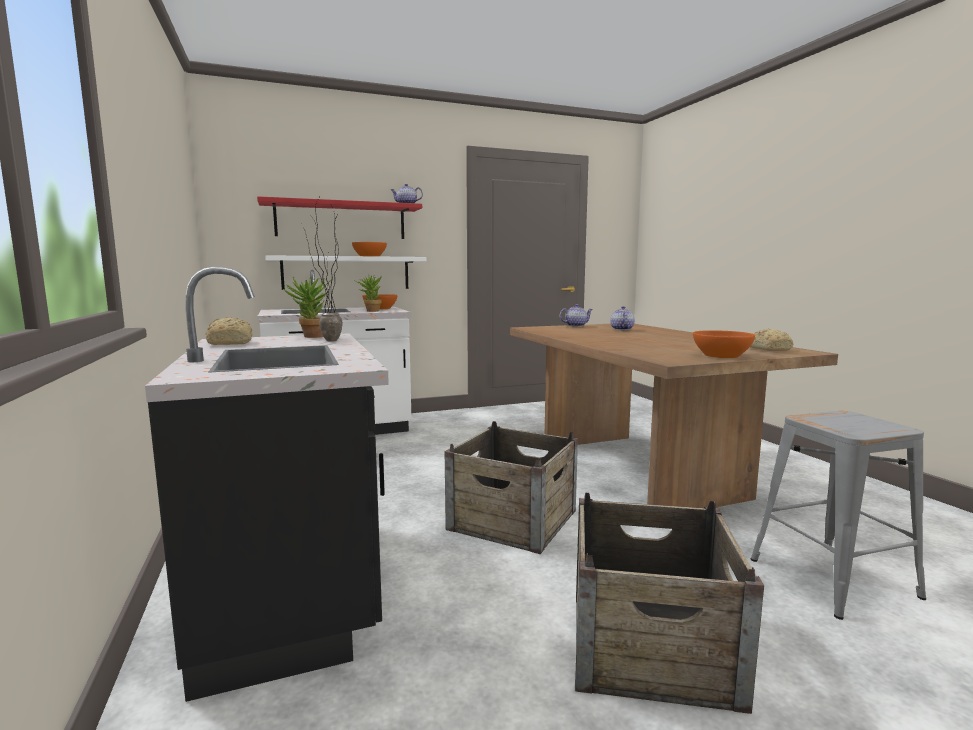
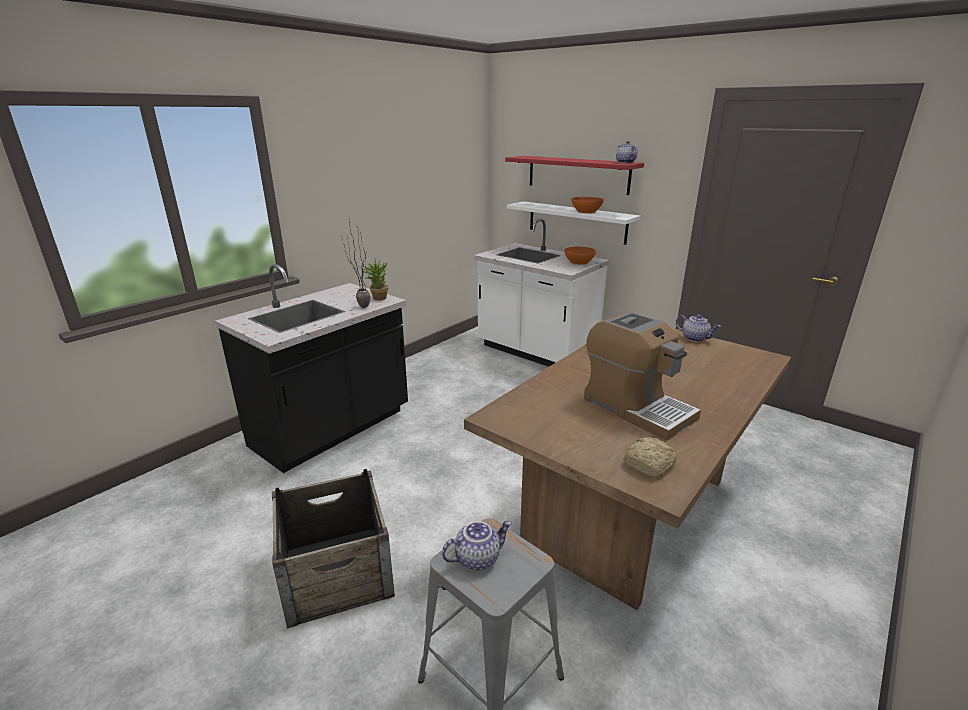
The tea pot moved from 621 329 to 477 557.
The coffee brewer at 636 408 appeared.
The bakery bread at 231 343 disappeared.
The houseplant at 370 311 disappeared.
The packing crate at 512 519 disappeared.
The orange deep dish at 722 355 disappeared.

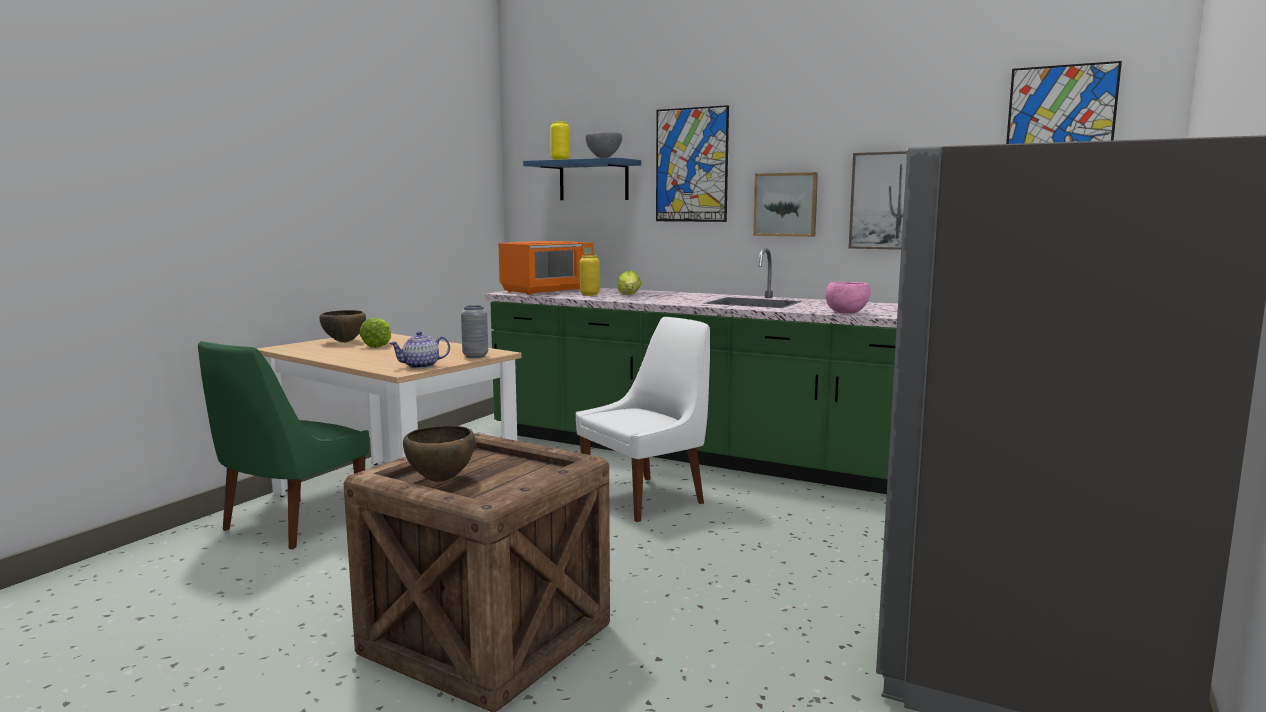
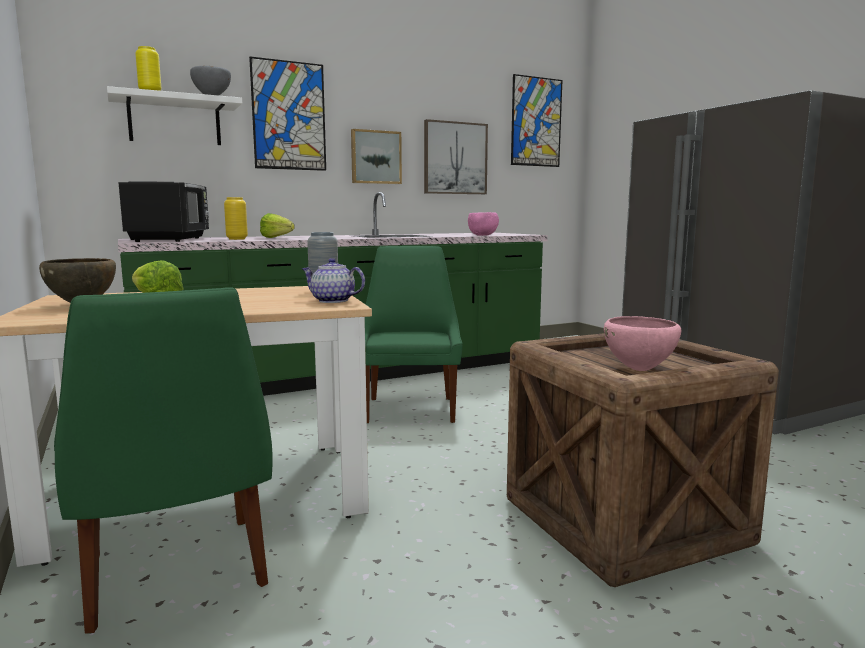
The blue-coloured wall shelf at 593 180 became the whitish wall shelf at 175 122.
The orange microwave oven at 548 291 became the black-coloured microwave oven at 171 240.
The tea pot at 420 366 turned 105 degrees clockwise.
The whitish chair at 647 498 became the green chair at 410 409.
The brownish deep dish at 441 480 became the pink deep dish at 639 370.

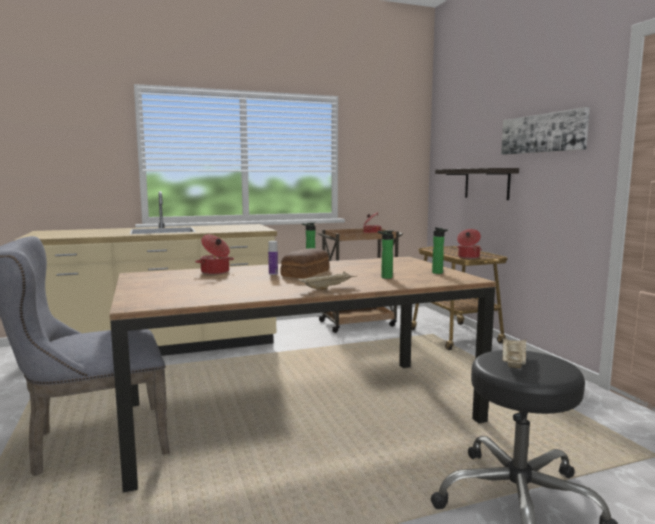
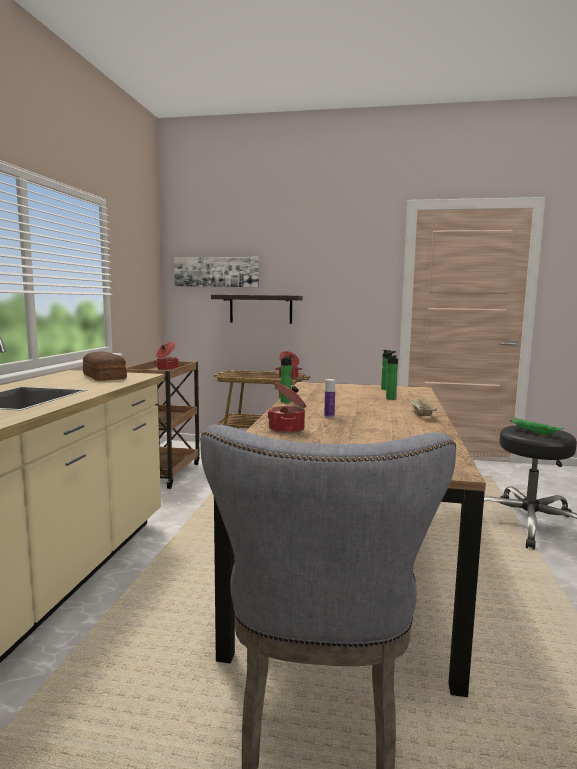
The bakery bread moved from 307 273 to 105 376.
The picture moved from 542 133 to 216 272.
The beige tray at 513 362 became the green tray at 533 433.

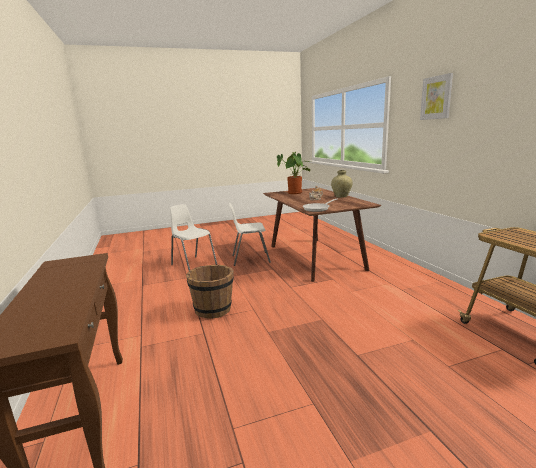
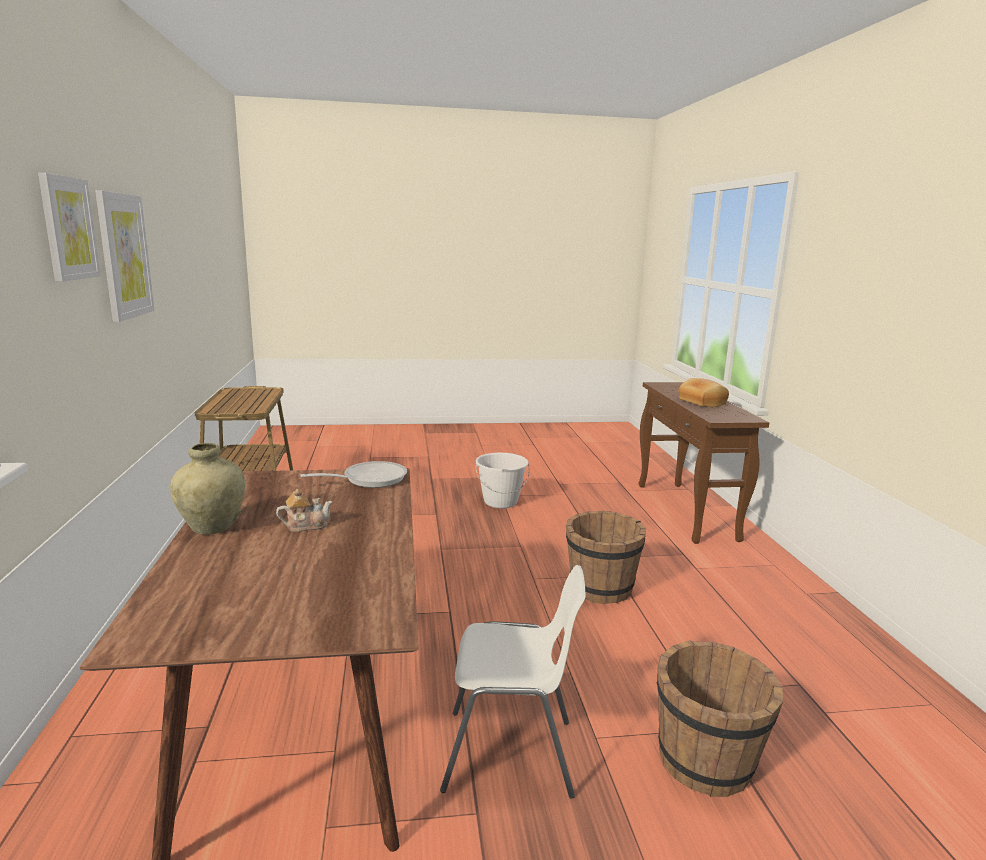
The picture at 124 256 appeared.
The whitish bucket at 500 502 appeared.
The whitish chair at 193 264 was replaced by the brownish bucket at 706 762.
The bakery bread at 701 402 appeared.
The houseplant at 295 193 disappeared.

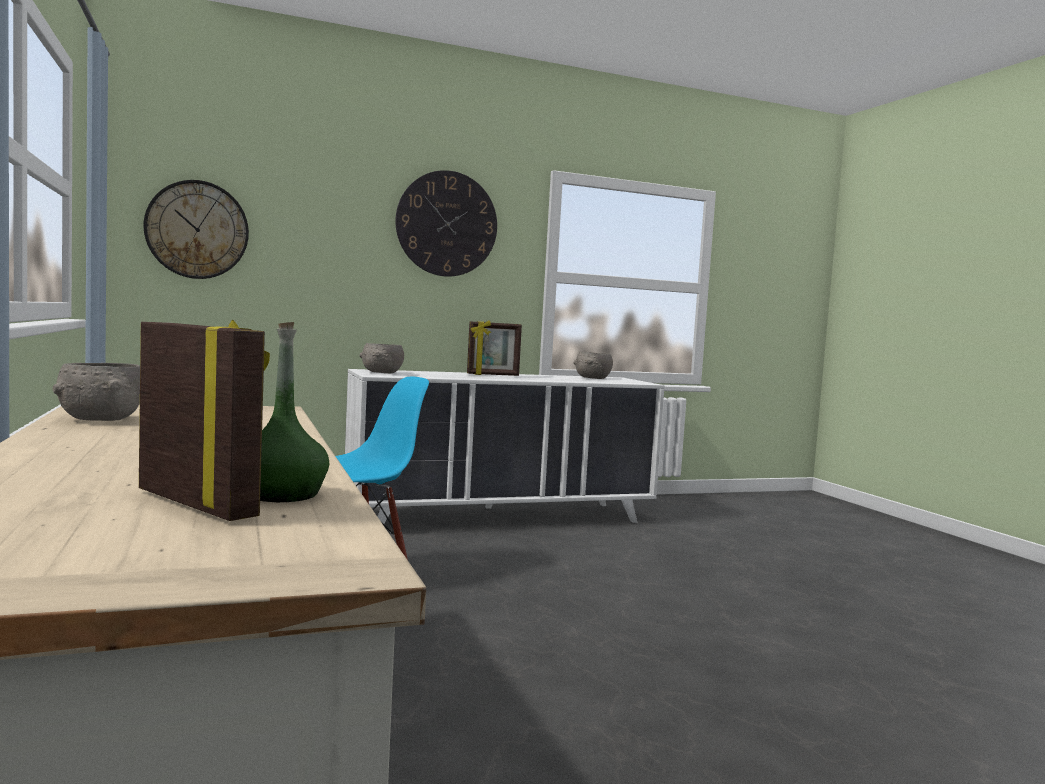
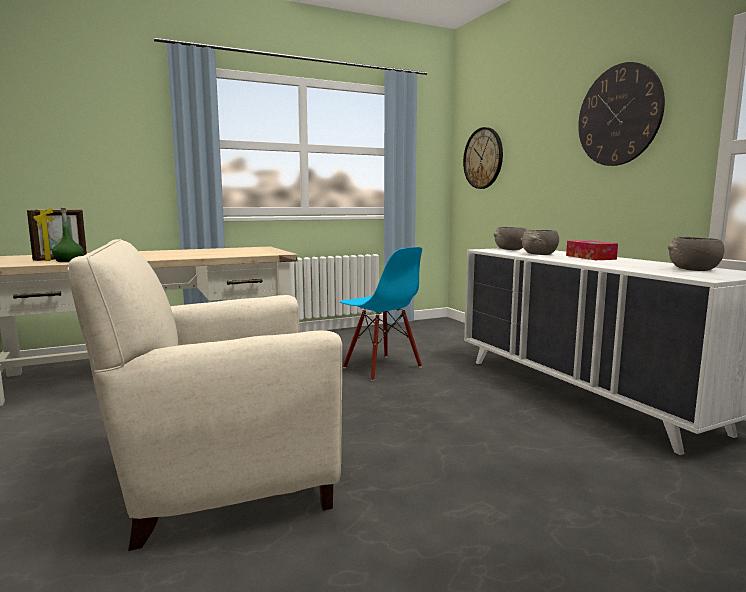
The beige lounge chair at 222 476 appeared.
The grey deep dish moved from 101 419 to 539 254.
The picture frame at 493 375 was replaced by the tissue holder at 590 257.

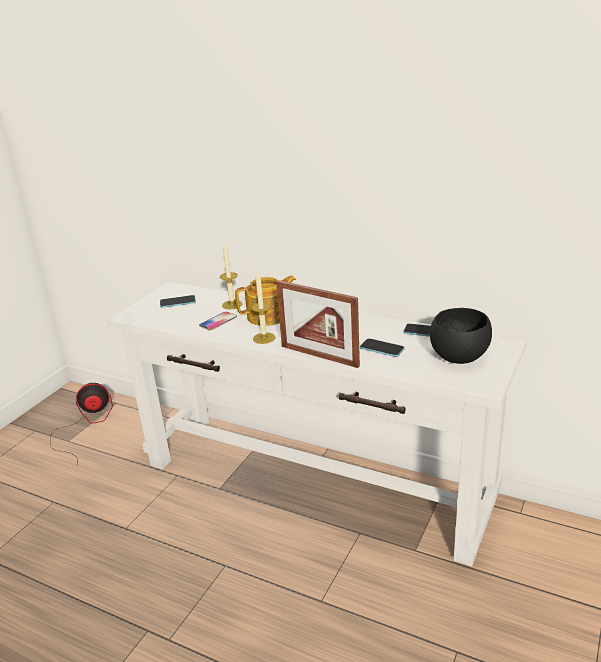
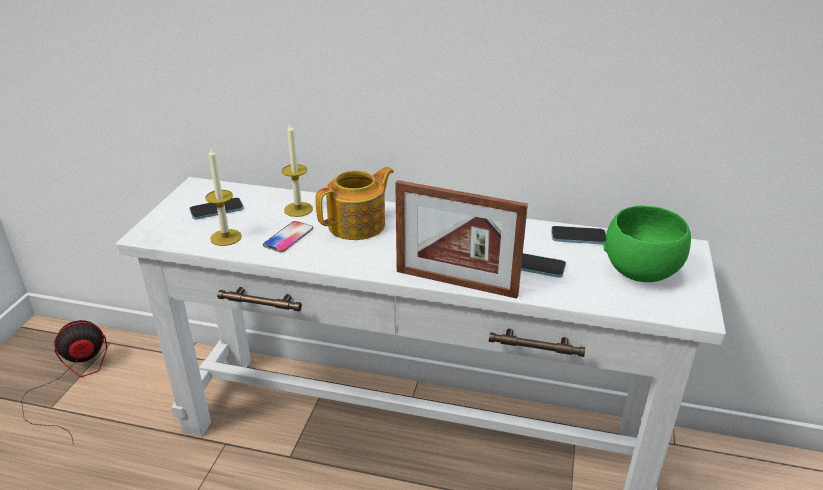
The wax candle moved from 264 338 to 226 237.
The black-coloured deep dish at 459 357 became the green deep dish at 641 272.

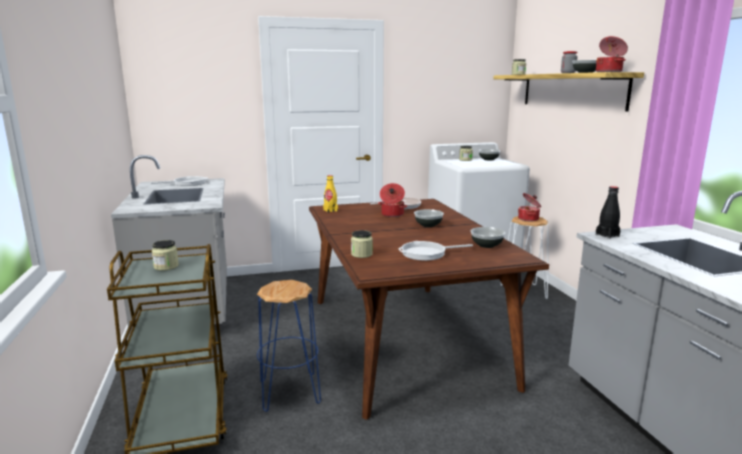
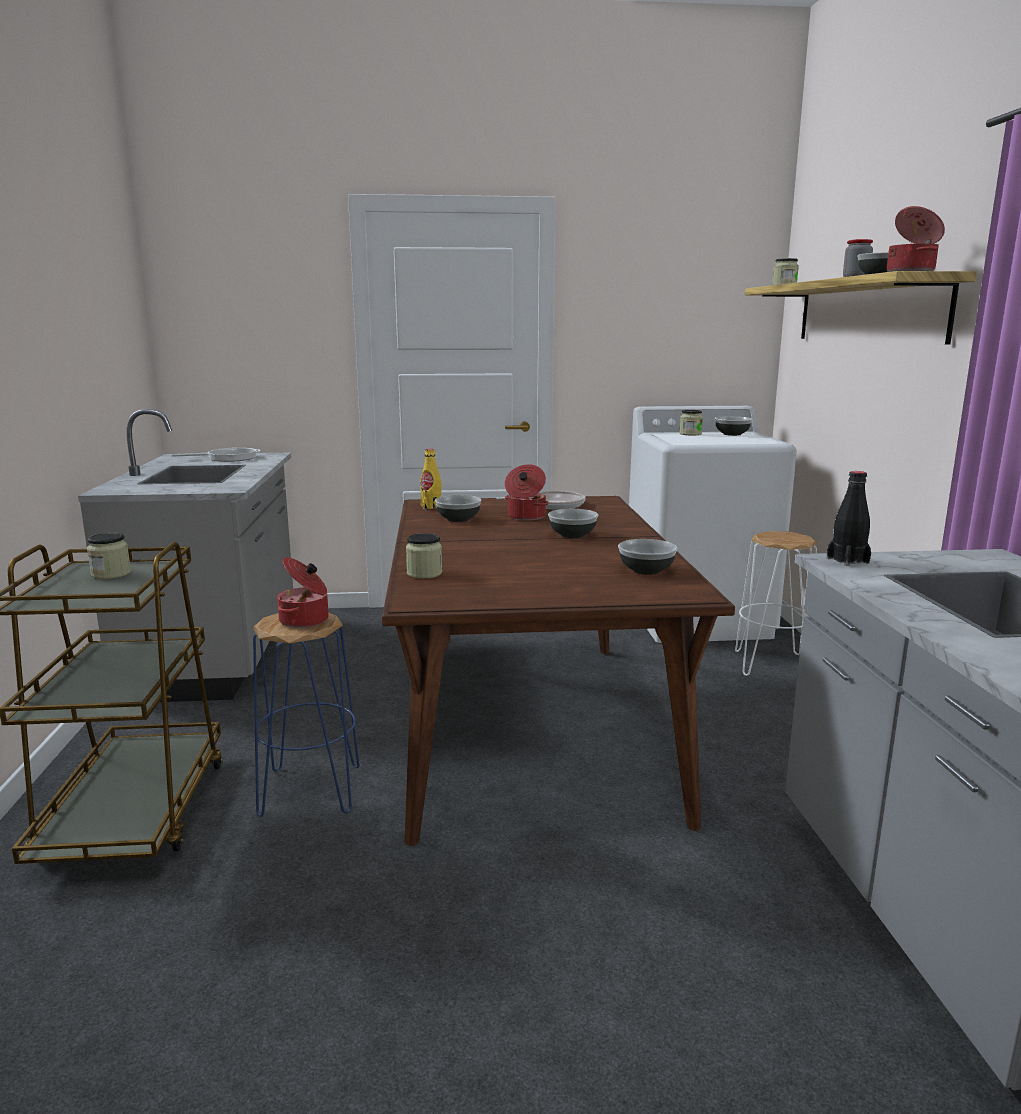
The cooking pot moved from 529 219 to 305 621.
The deep dish at 459 519 appeared.
The skillet at 427 253 disappeared.

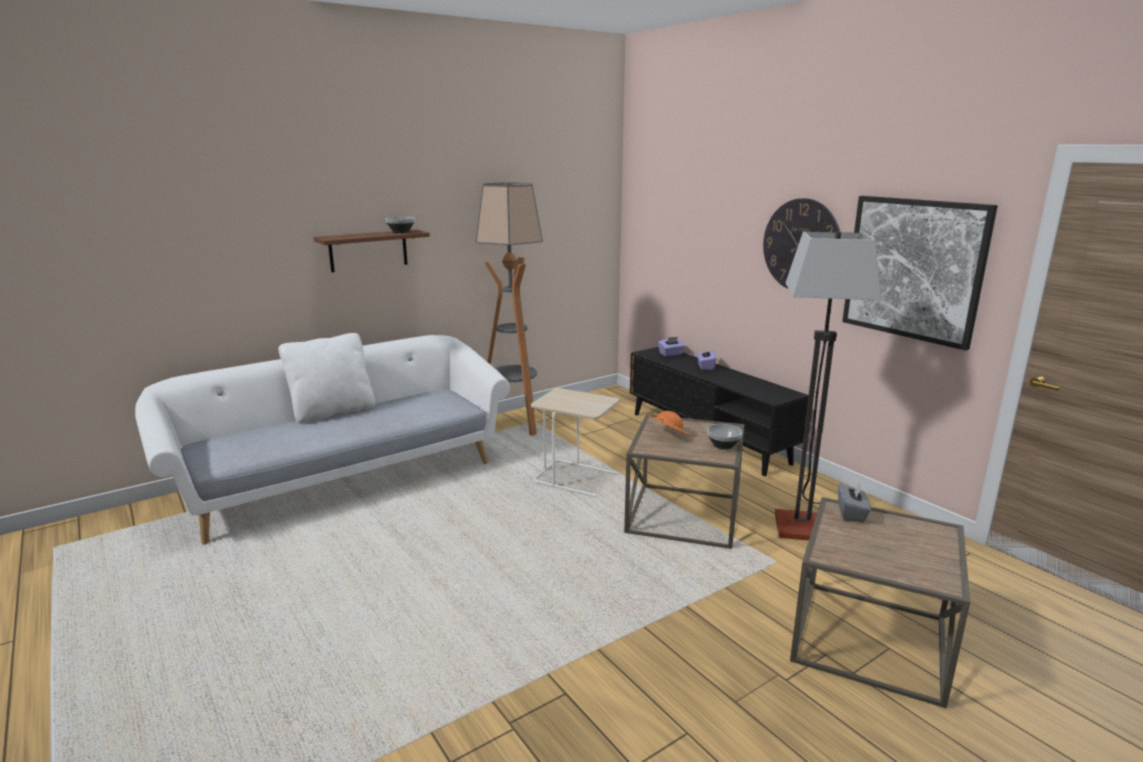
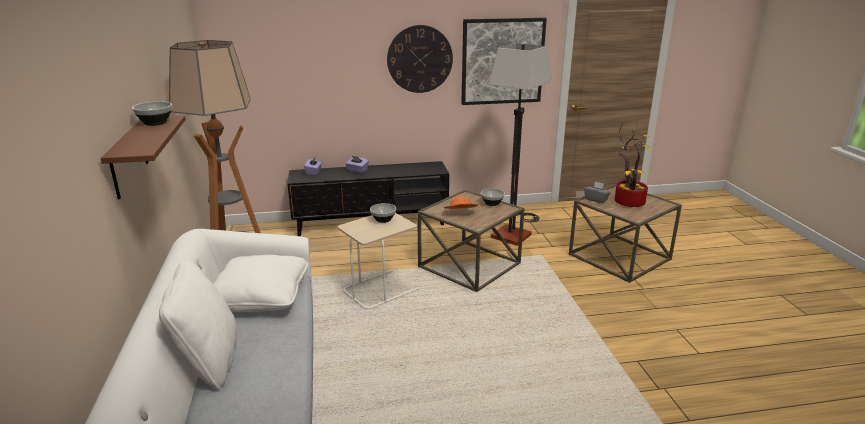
The whitish pillow at 261 297 appeared.
The deep dish at 383 219 appeared.
The houseplant at 626 202 appeared.

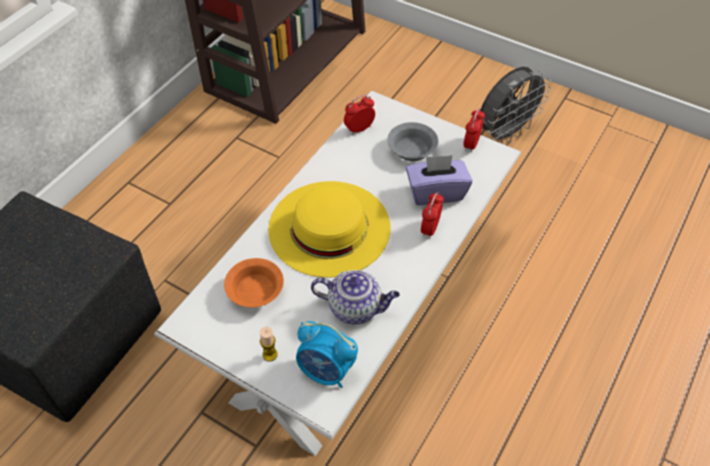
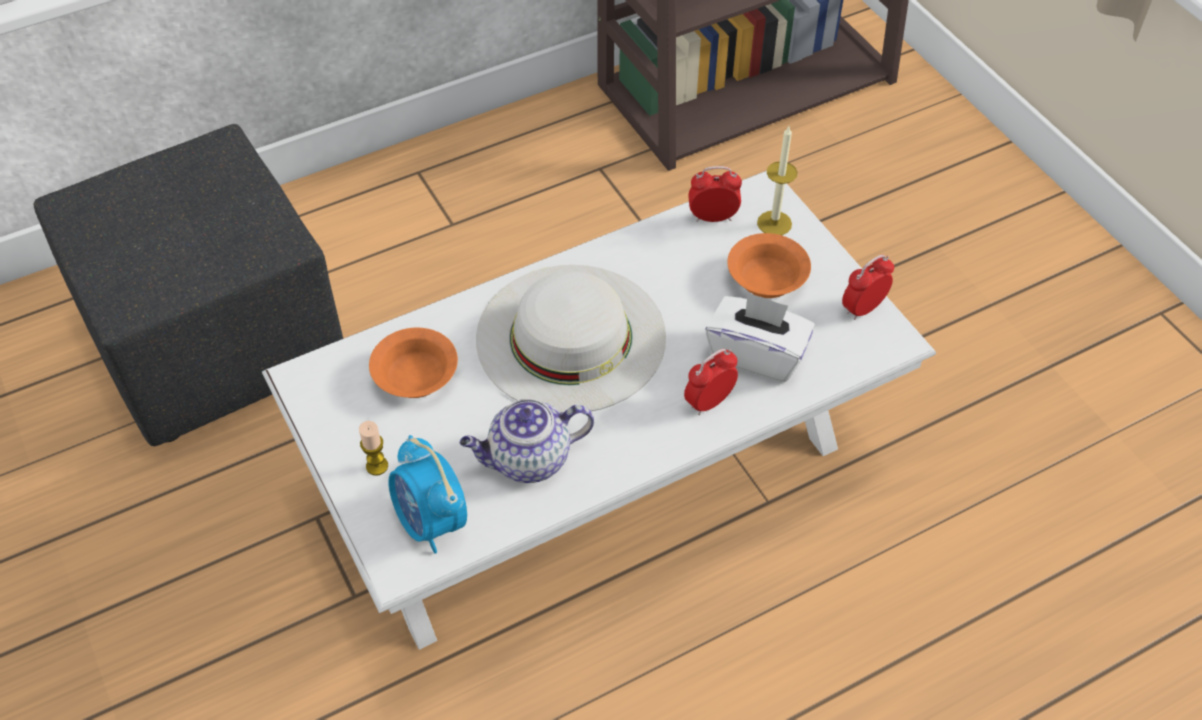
The tea pot at 356 307 turned 120 degrees clockwise.
The yellow-coloured wearable hat at 329 227 became the whitish wearable hat at 571 337.
The purple tissue holder at 436 192 became the whitish tissue holder at 757 354.
The grey deep dish at 411 149 became the orange deep dish at 767 278.
The wax candle at 774 223 appeared.
The grey cooling fan at 505 133 disappeared.

